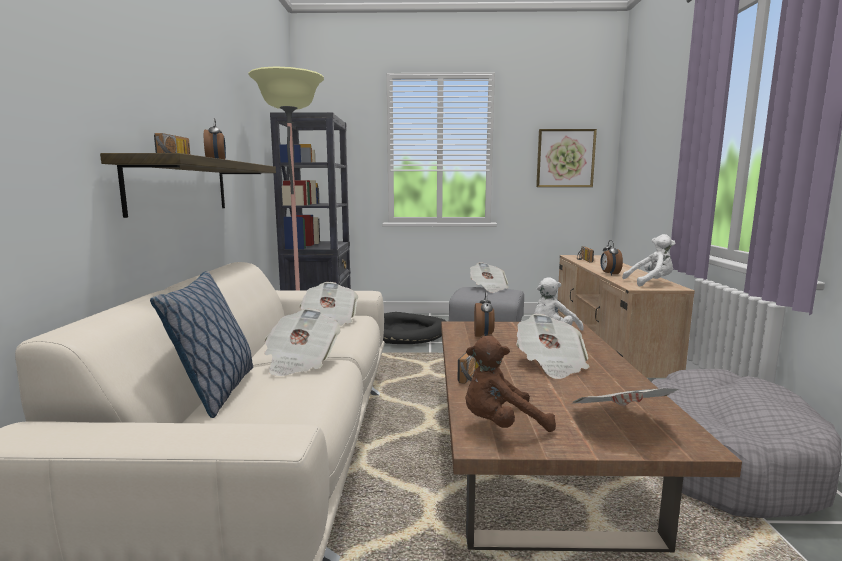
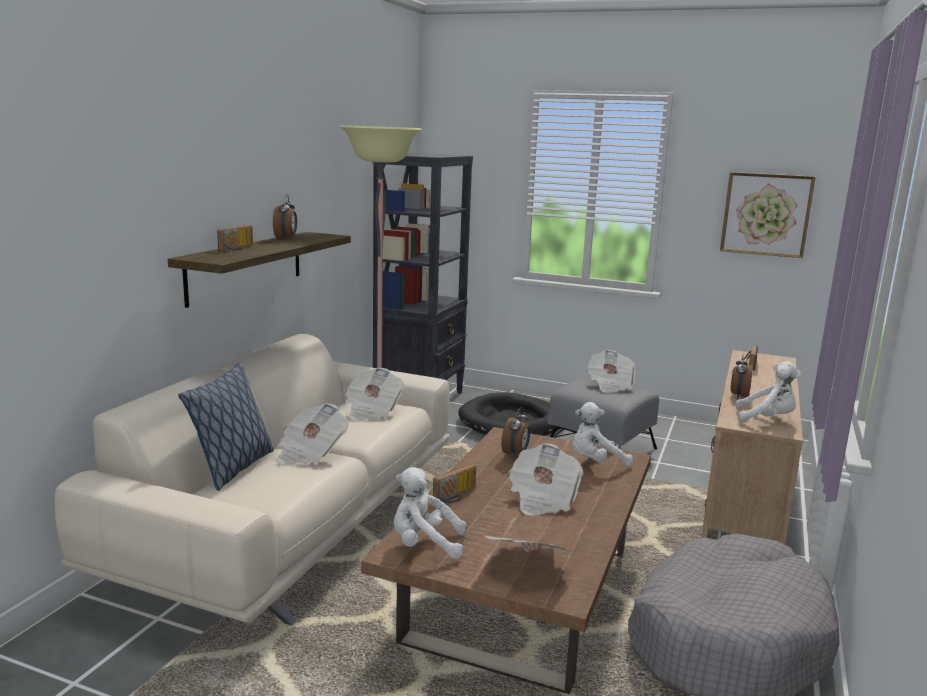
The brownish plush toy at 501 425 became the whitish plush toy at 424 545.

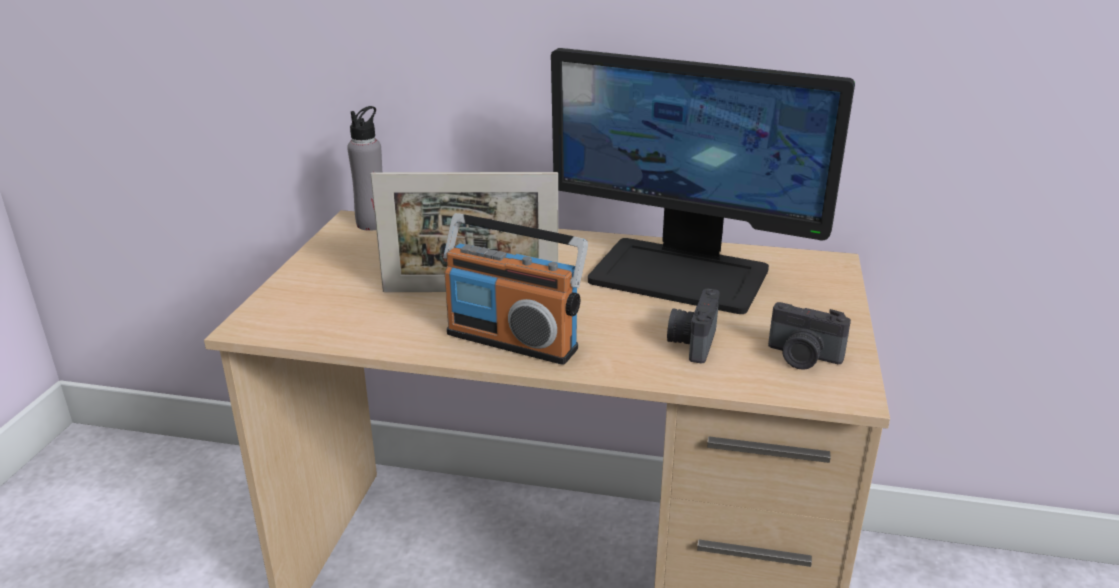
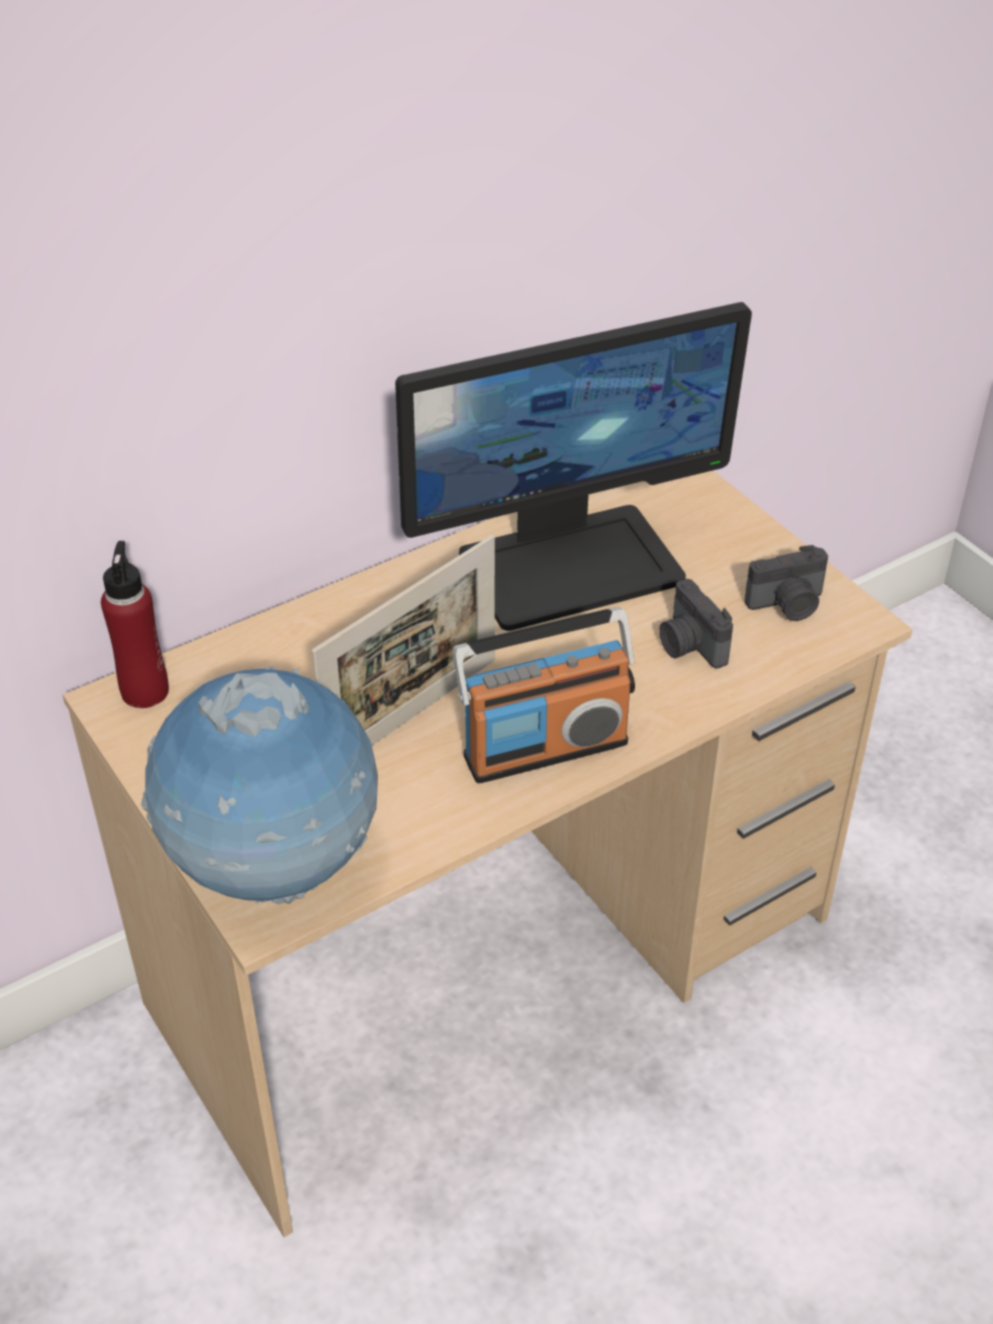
The grey beverage bottle at 372 224 became the reddish beverage bottle at 145 691.
The globe at 274 867 appeared.

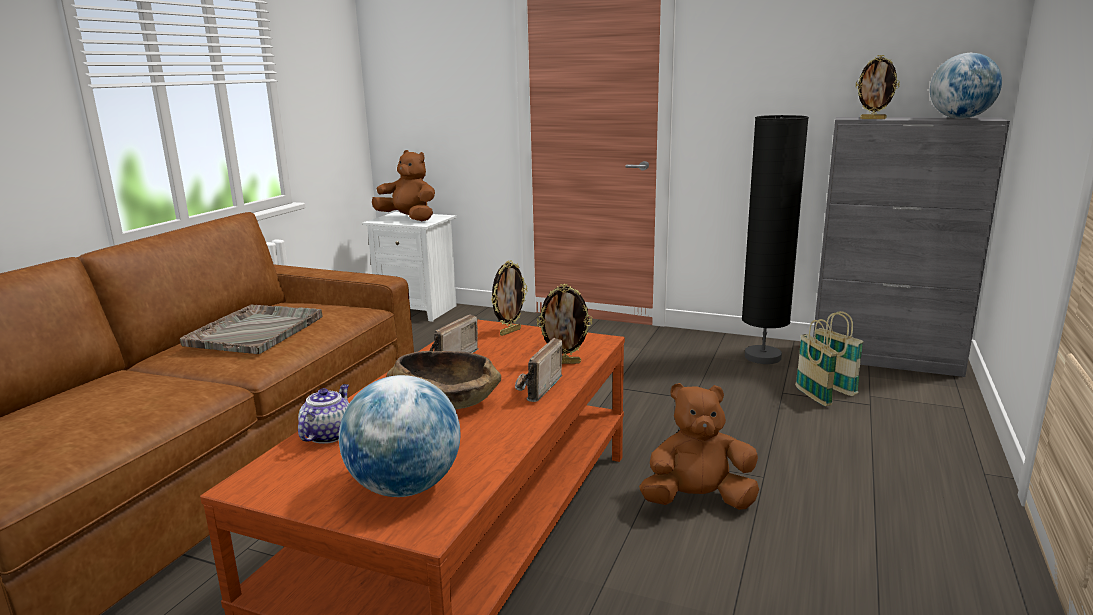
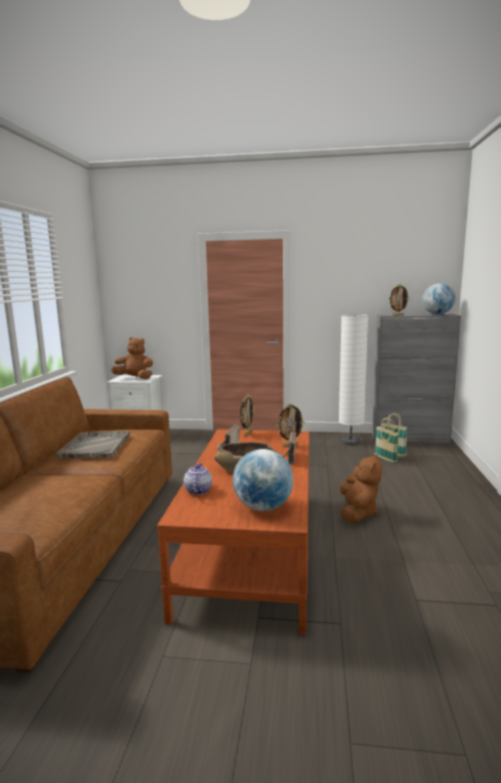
The black-coloured standard lamp at 762 357 became the whitish standard lamp at 350 442.
The brownish plush toy at 698 500 turned 120 degrees clockwise.

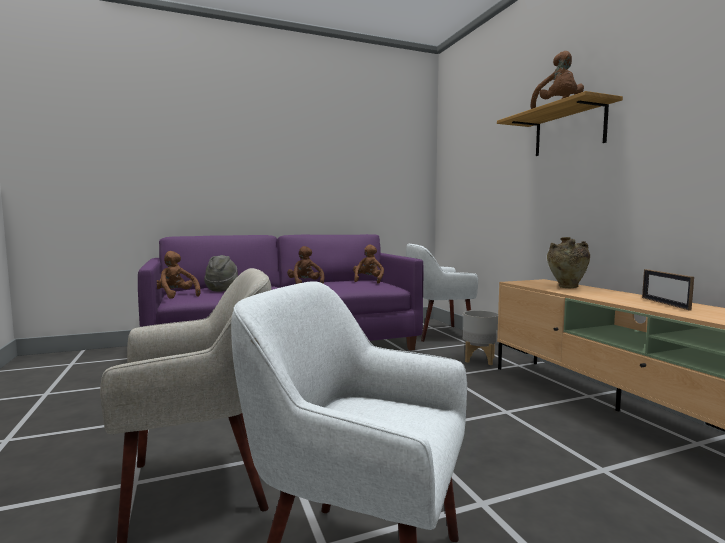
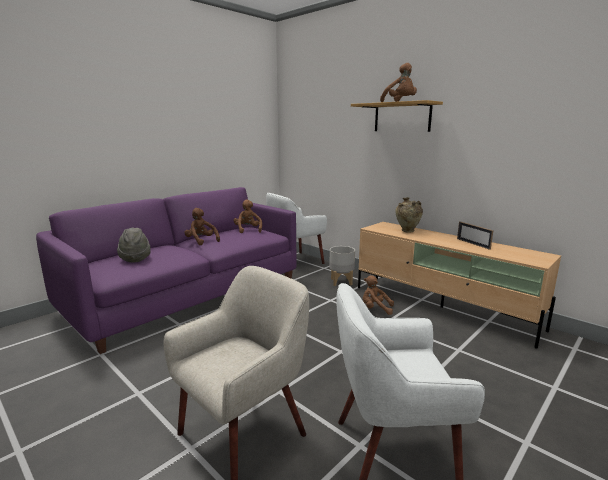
The brownish plush toy moved from 175 296 to 375 309.

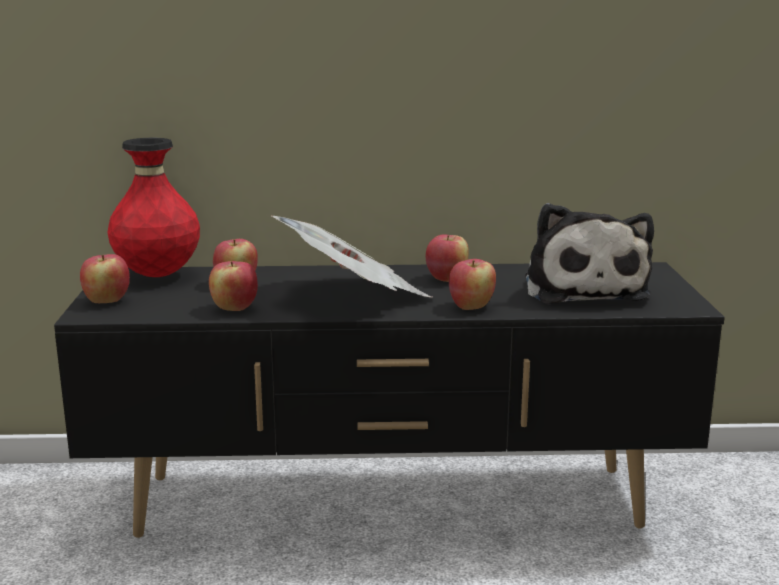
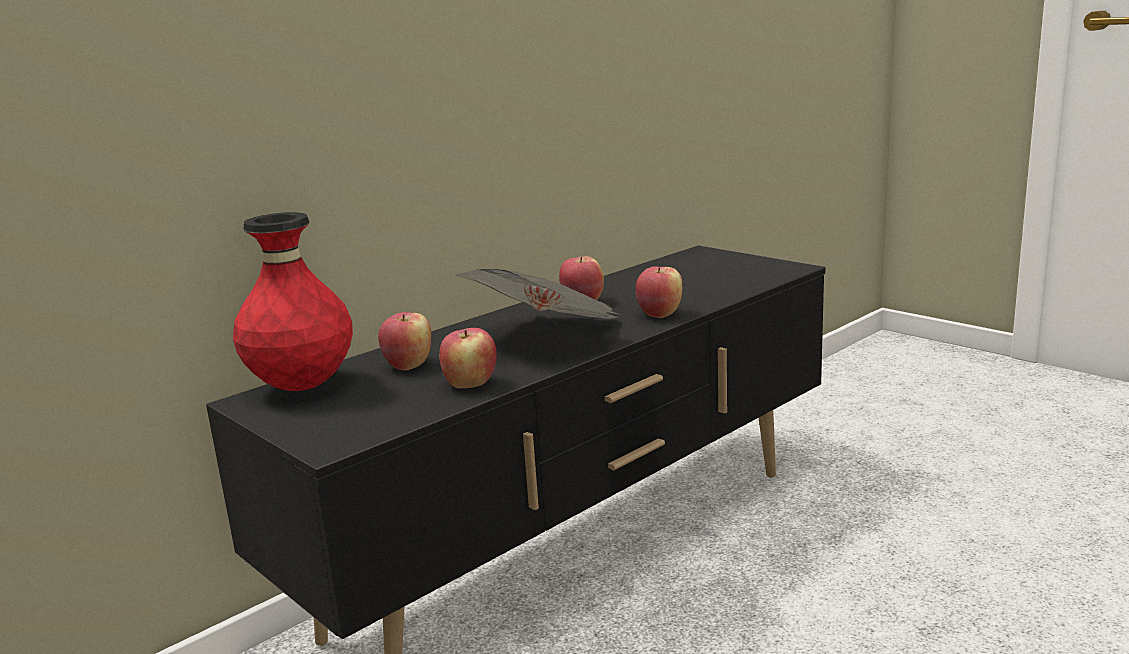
The apple at 107 301 disappeared.
The plush toy at 583 288 disappeared.

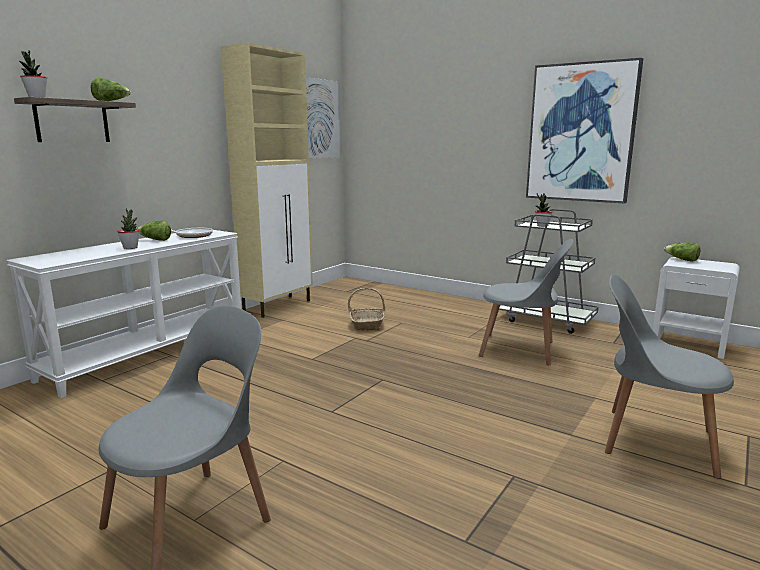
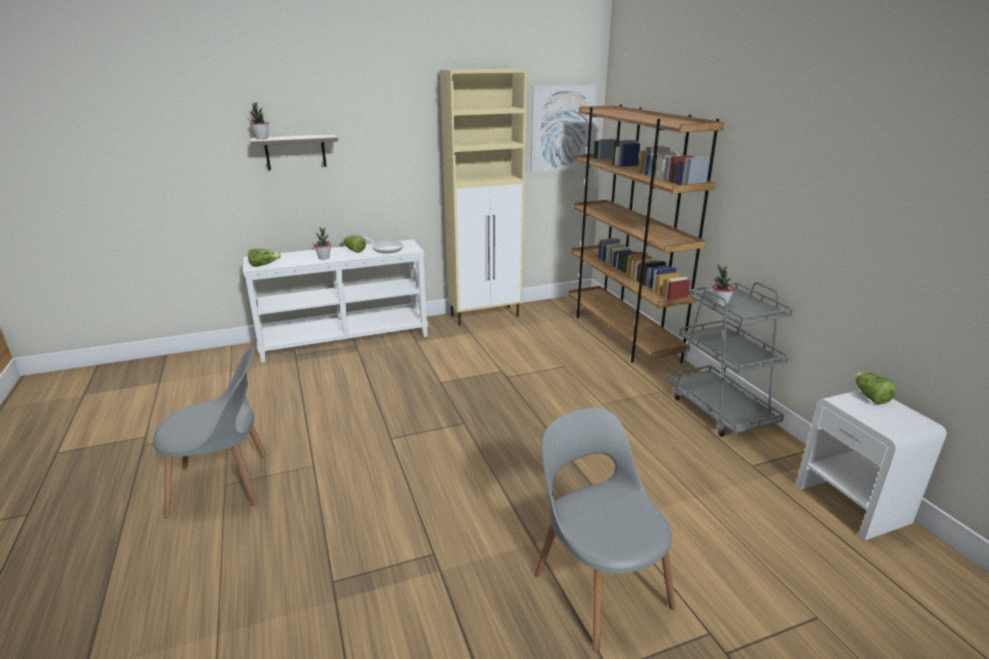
The lettuce moved from 111 101 to 264 265.
The brownish bookshelf at 621 335 appeared.
The household basket at 367 324 disappeared.
The grey chair at 521 349 disappeared.
The picture at 581 133 disappeared.

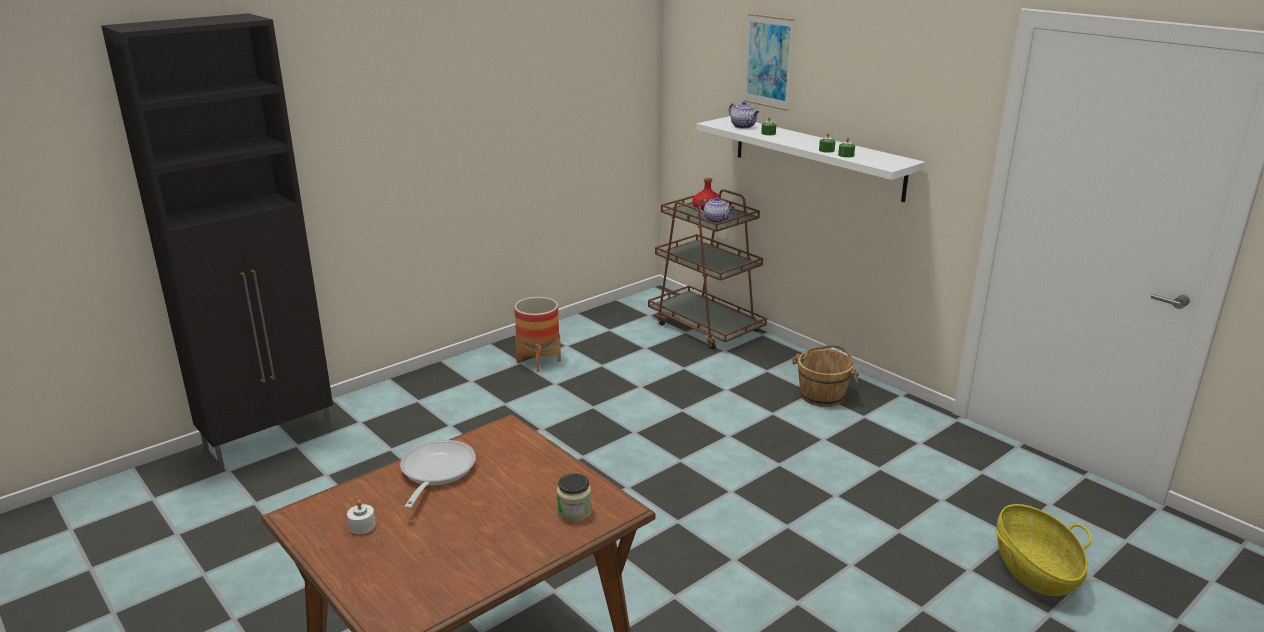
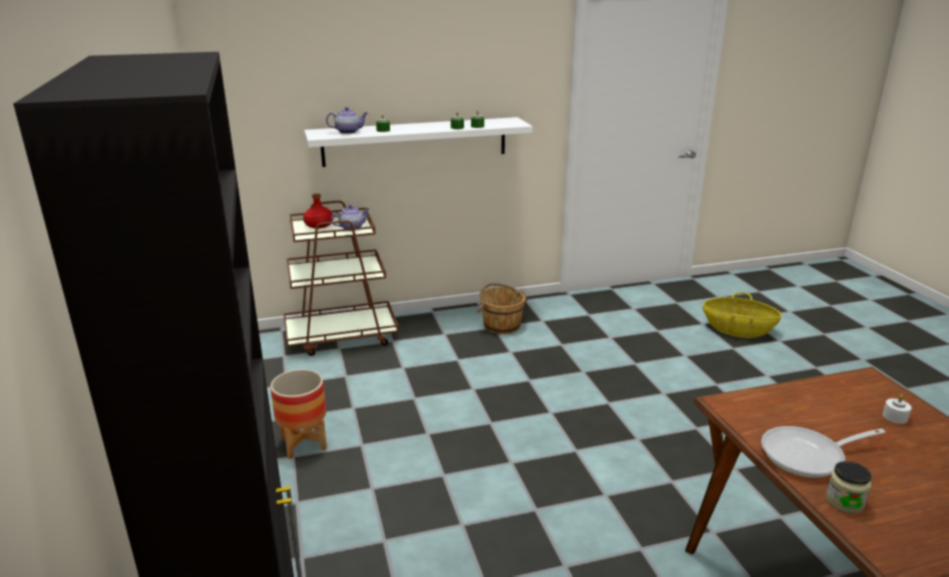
The skillet at 435 472 turned 45 degrees counterclockwise.
The preserve jar moved from 574 512 to 844 501.
The whitish wax candle moved from 362 526 to 895 417.
The picture at 768 61 disappeared.

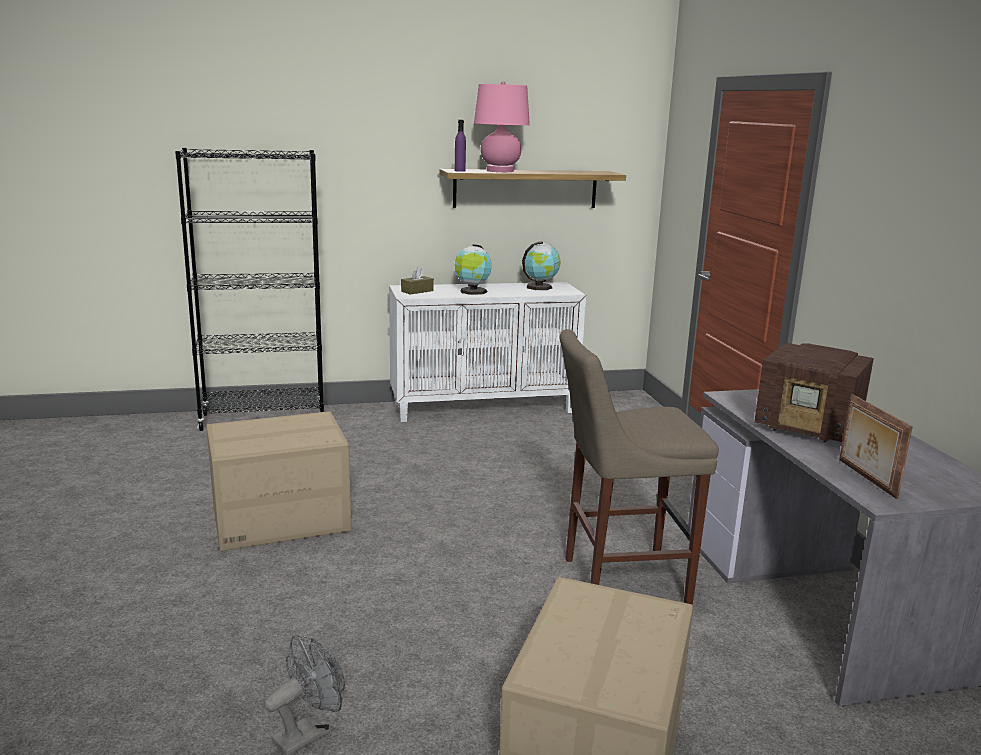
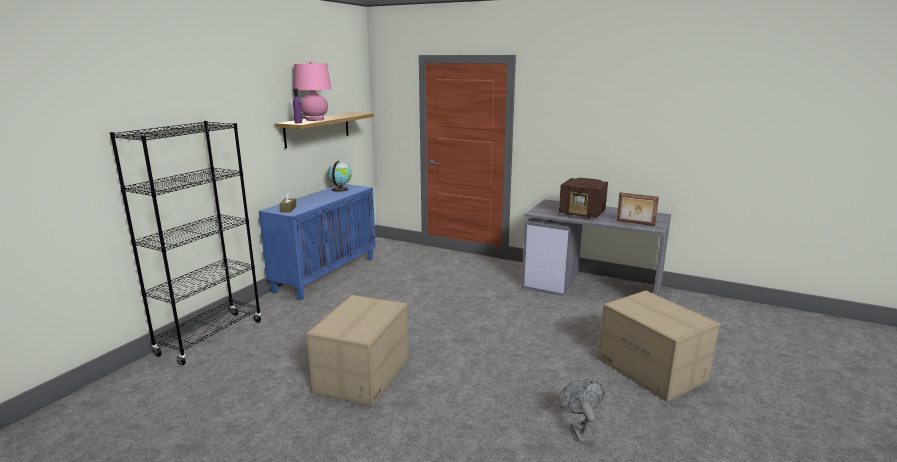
The whitish cabinet at 484 407 became the blue-coloured cabinet at 326 274.
The radio receiver at 809 427 turned 45 degrees clockwise.
The globe at 472 292 disappeared.
The beige stool at 618 580 disappeared.

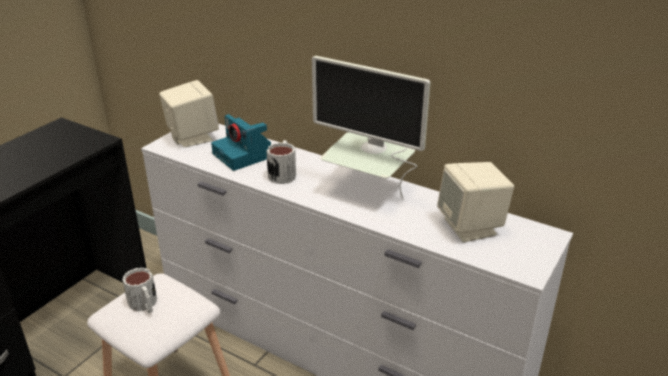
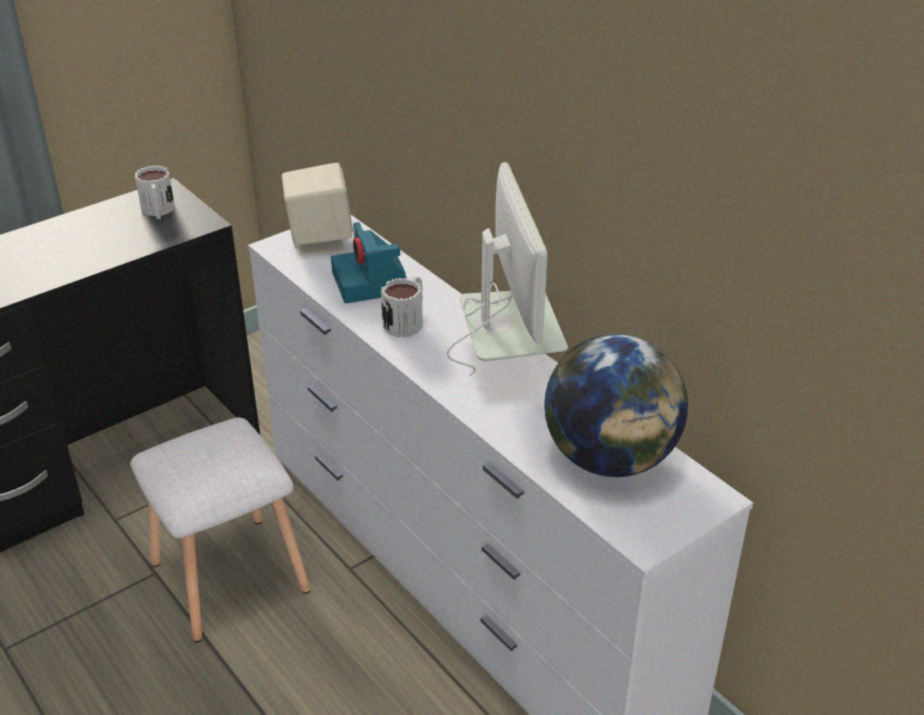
The mug moved from 144 305 to 158 211.
The computer display at 368 189 turned 150 degrees counterclockwise.
The beige audio speaker at 471 227 was replaced by the globe at 610 459.

